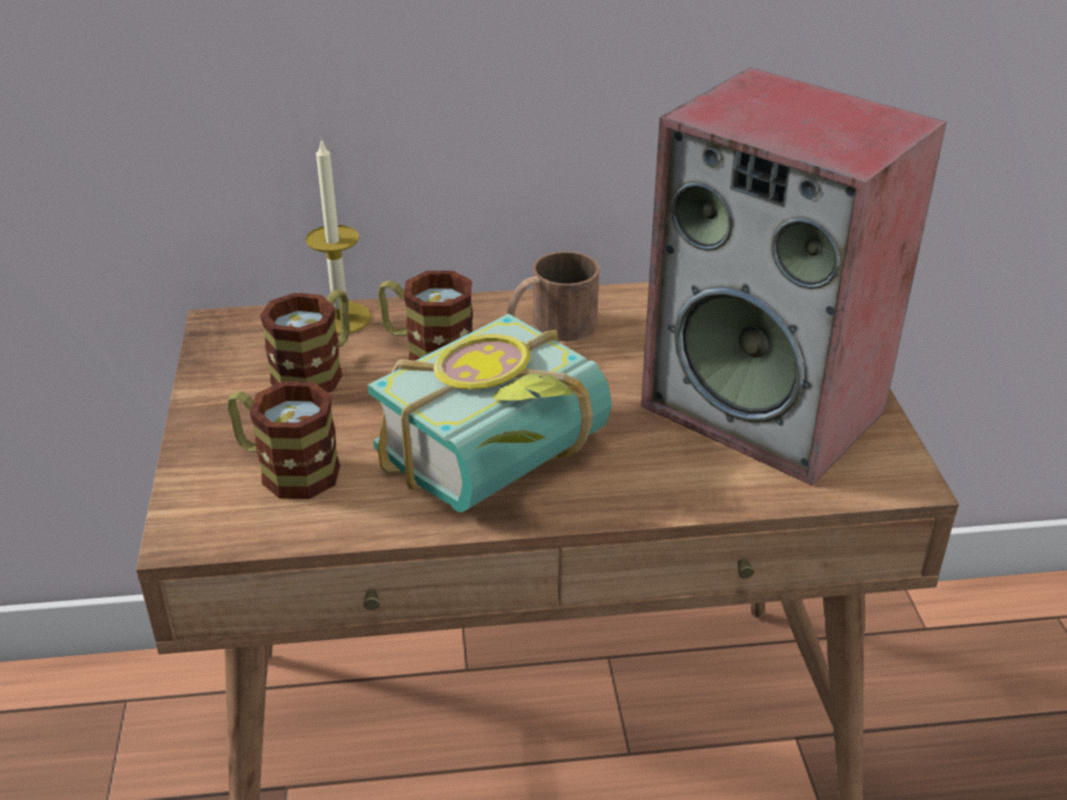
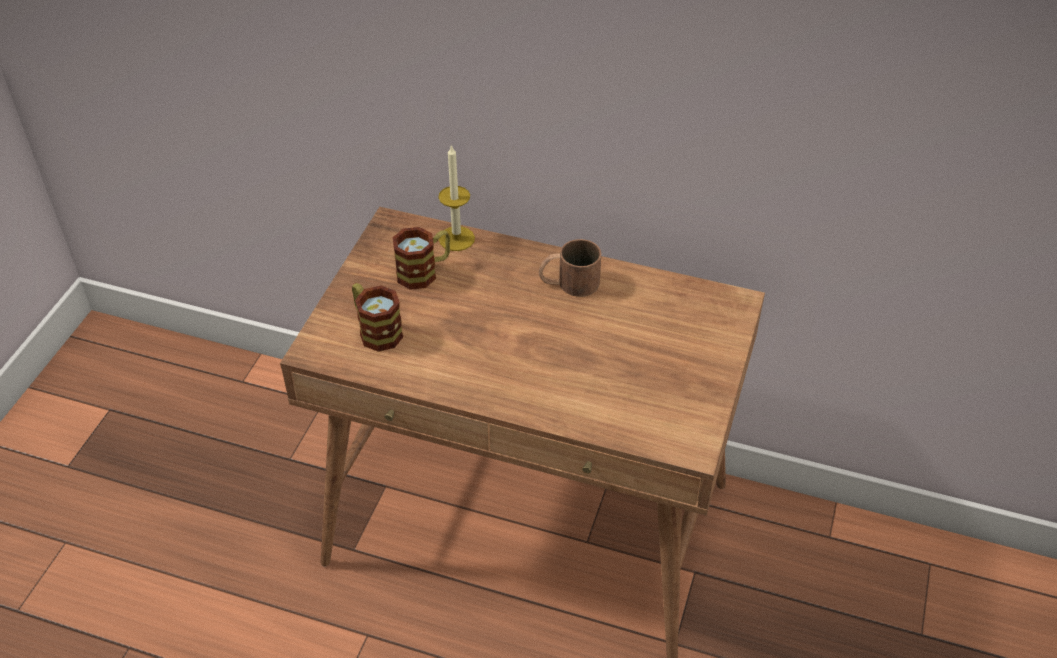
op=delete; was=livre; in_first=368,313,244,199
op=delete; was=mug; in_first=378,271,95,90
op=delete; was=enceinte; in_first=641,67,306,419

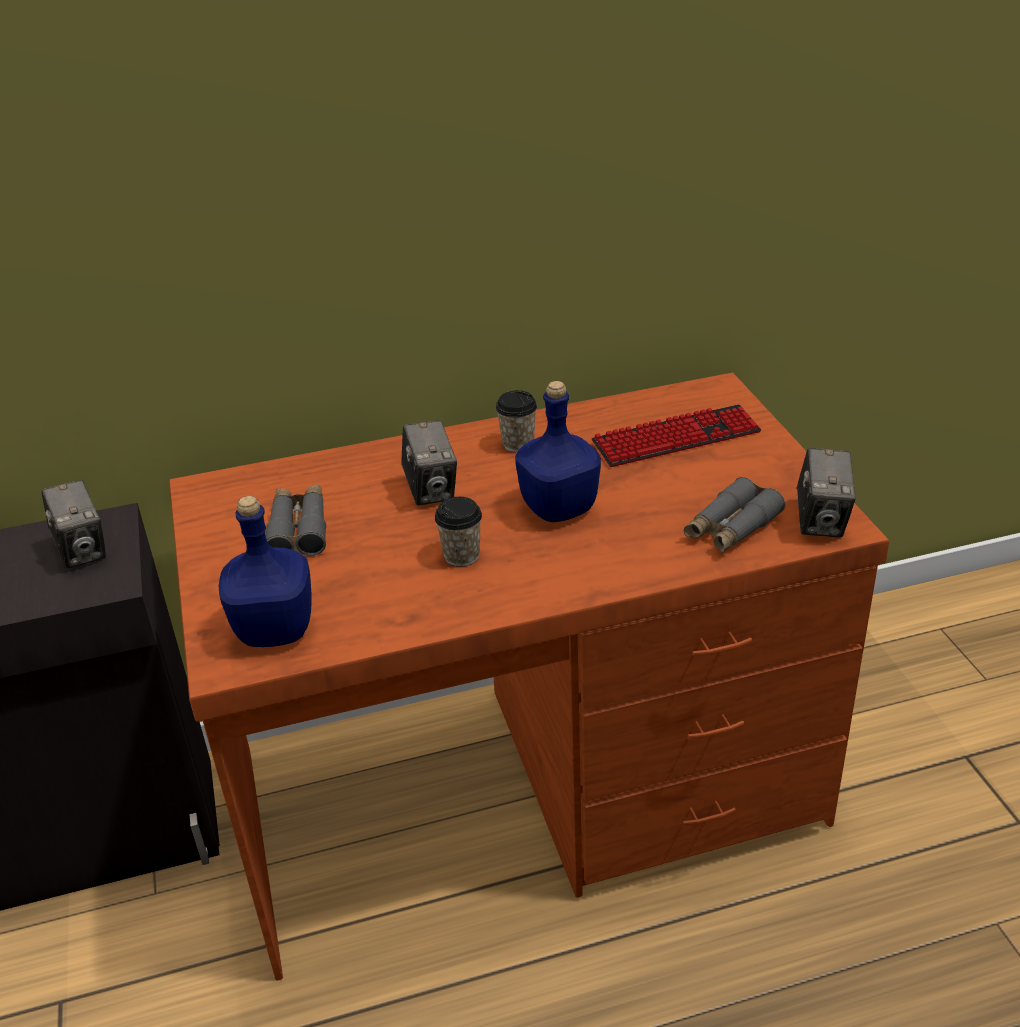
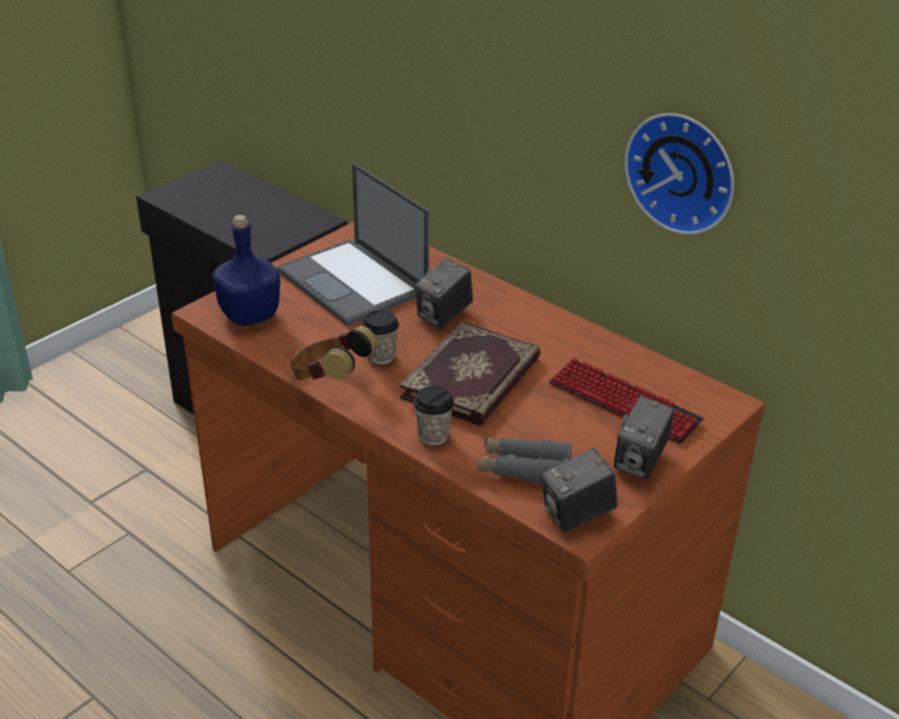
op=move; was=appareil photo; in_first=42,480,64,89; in_second=614,395,61,85
op=replace; was=jumelles/gris; now=ordinateur portable; in_first=266,484,60,72; in_second=277,163,152,163
op=move; was=tasse; in_first=496,390,41,62; in_second=414,385,40,60
op=replace; was=bouteille/bleu; now=livre; in_first=515,381,86,141; in_second=400,321,141,105
op=insert; now=casque audio; in_second=289,326,88,54
op=insert; now=horloge murale; in_second=624,113,110,122

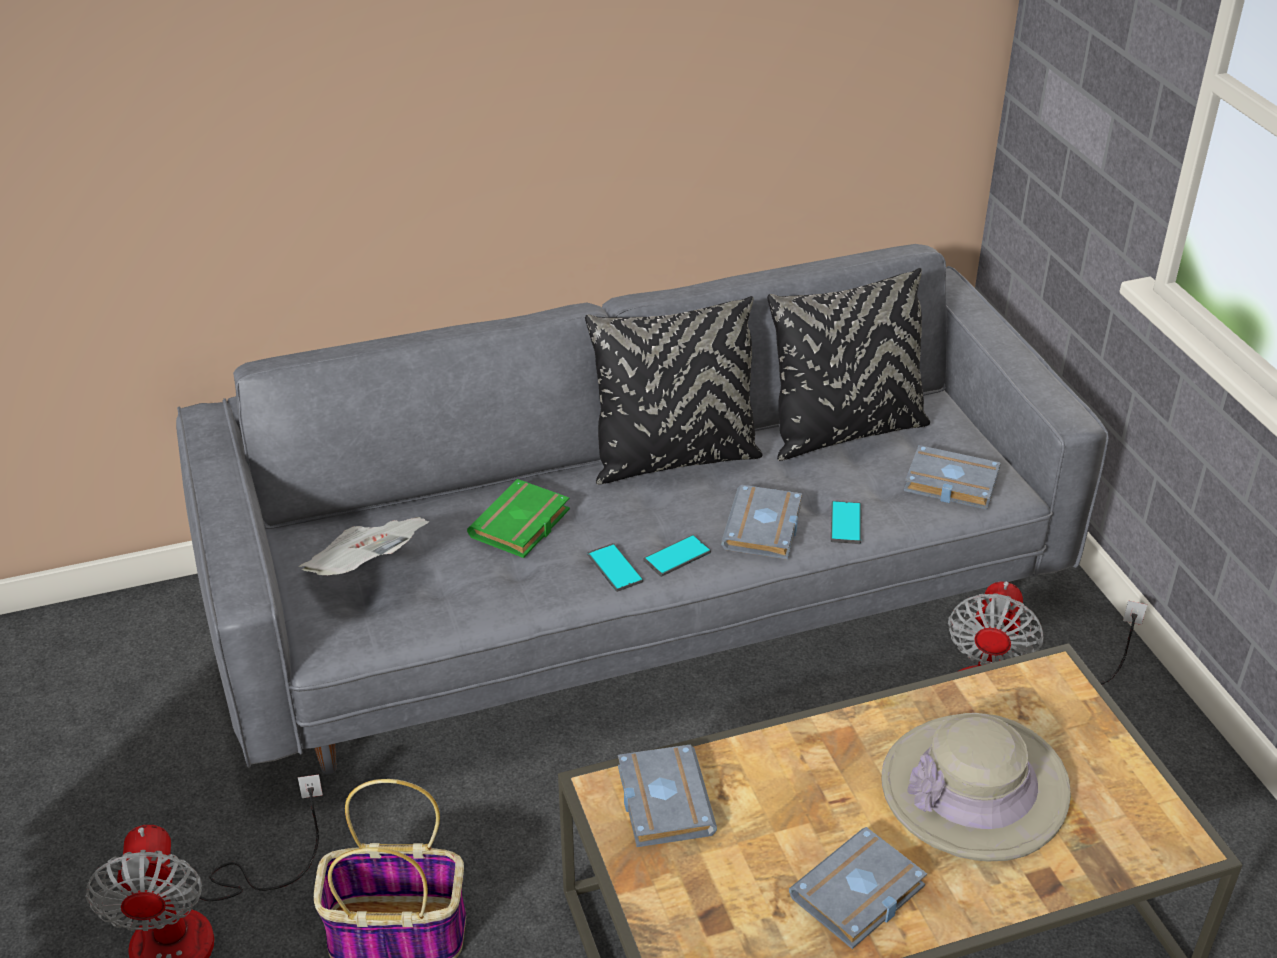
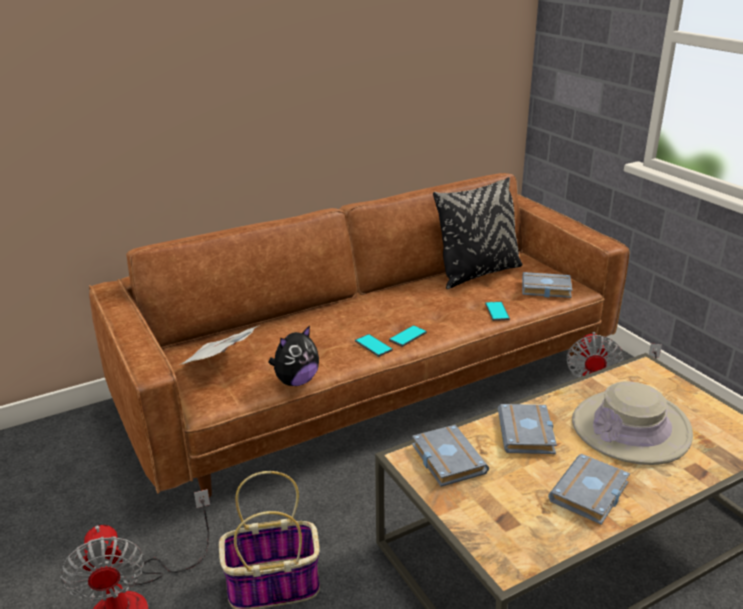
op=recolor; was=canapé/gris; now=canapé/marron; in_first=176,244,933,531; in_second=89,173,541,325
op=delete; was=livre/vert; in_first=467,479,103,79
op=delete; was=coussin/noir; in_first=585,296,178,189
op=move; was=livre/gris; in_first=721,485,81,75; in_second=498,404,59,50
op=insert; now=peluche; in_second=268,325,51,61

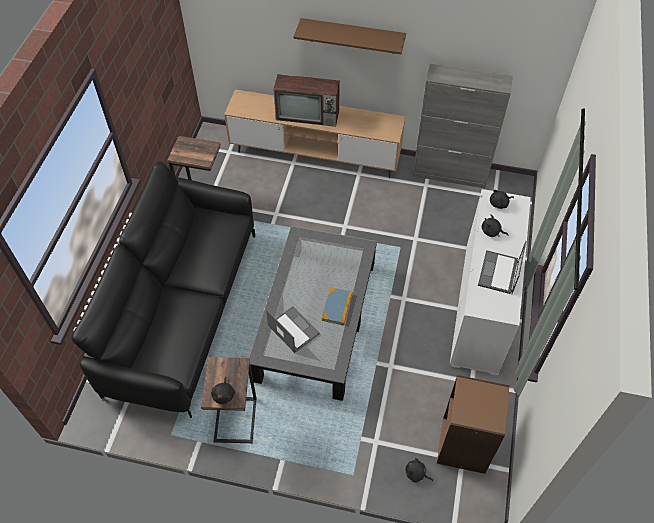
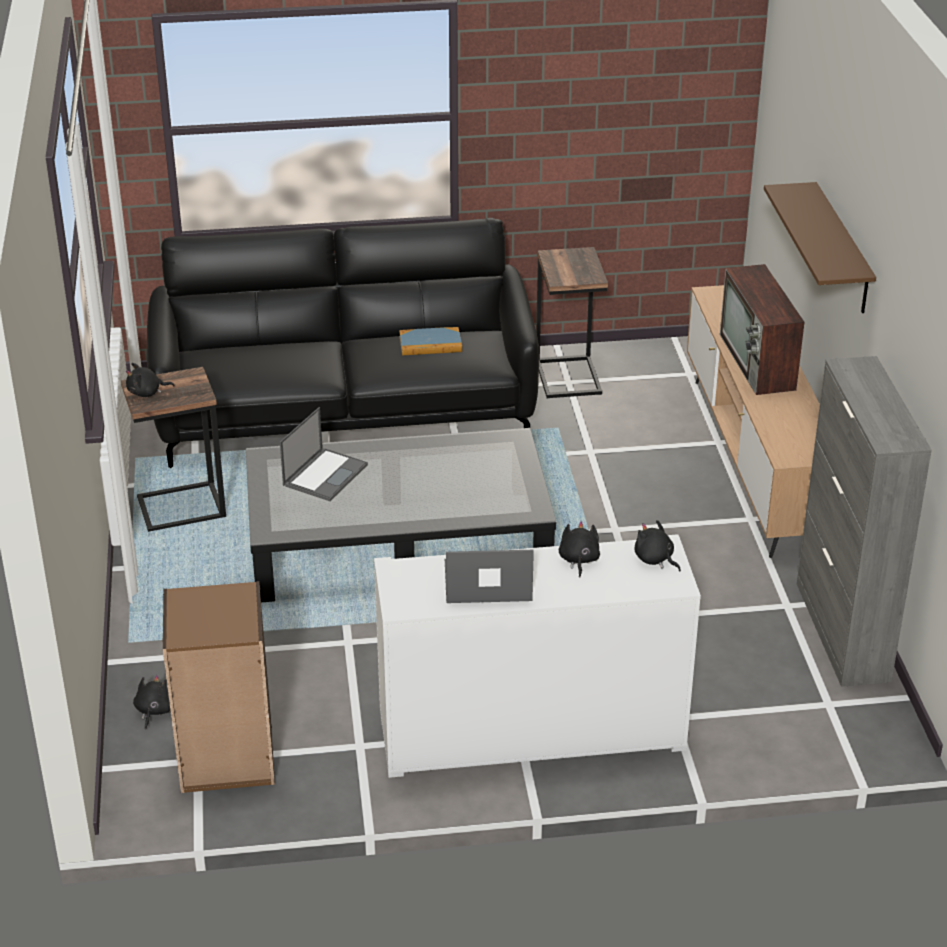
op=move; was=livre; in_first=321,287,32,38; in_second=399,327,63,28

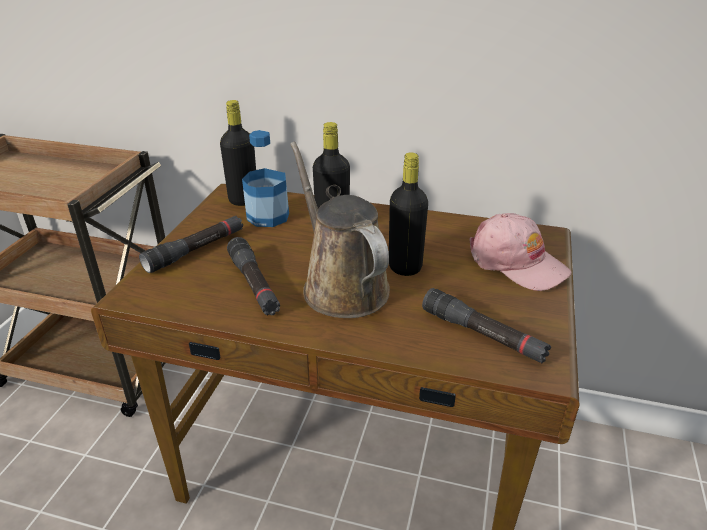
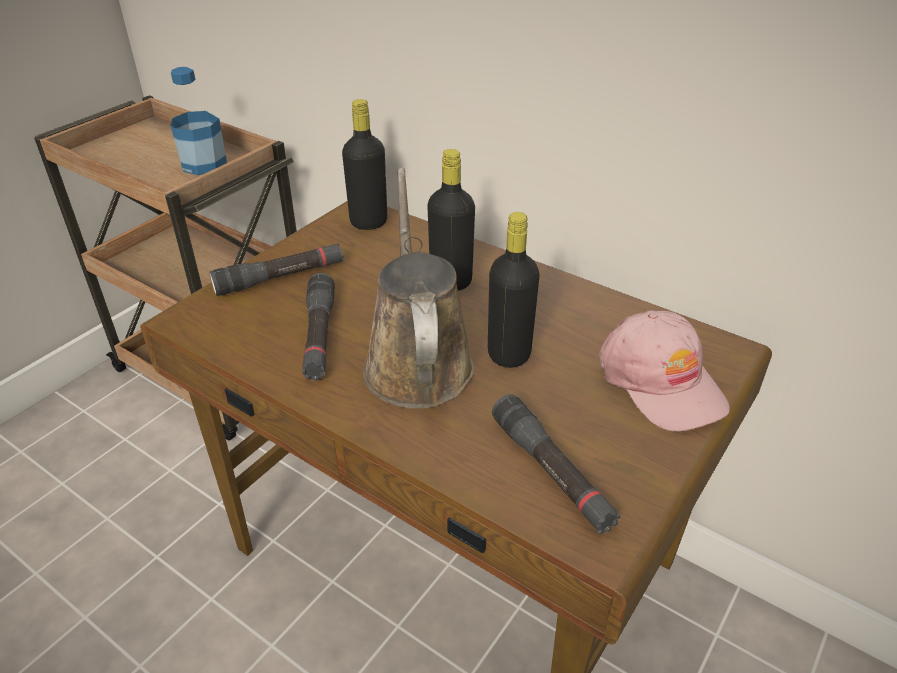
op=move; was=bouteille; in_first=242,130,47,97; in_second=171,67,56,108

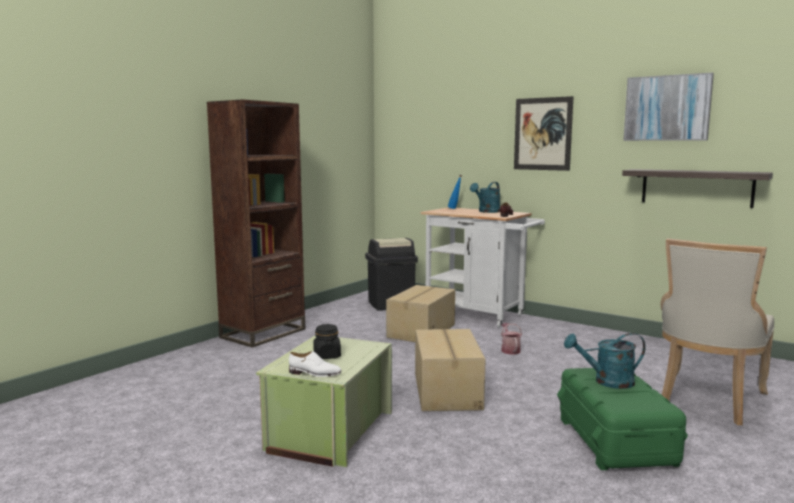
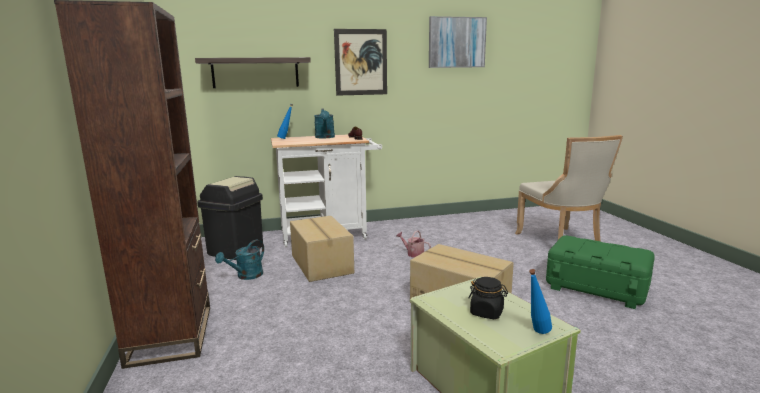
op=replace; was=chaussure/blanc; now=bouteille/bleu; in_first=289,351,53,26; in_second=529,269,23,65
op=move; was=arrosoir/turquoise; in_first=564,333,82,56; in_second=215,240,49,40
op=move; was=étagère; in_first=622,169,151,39; in_second=195,57,116,31

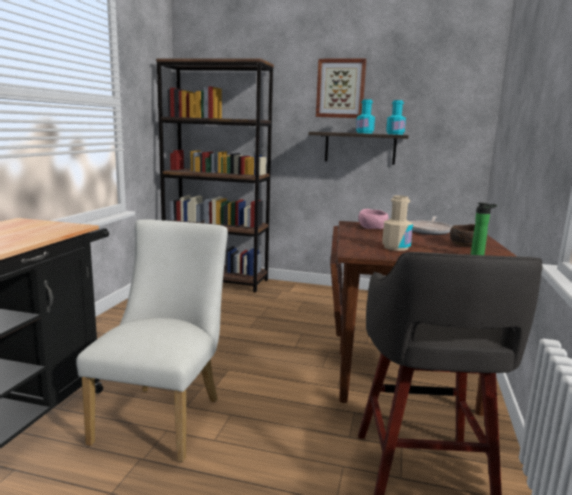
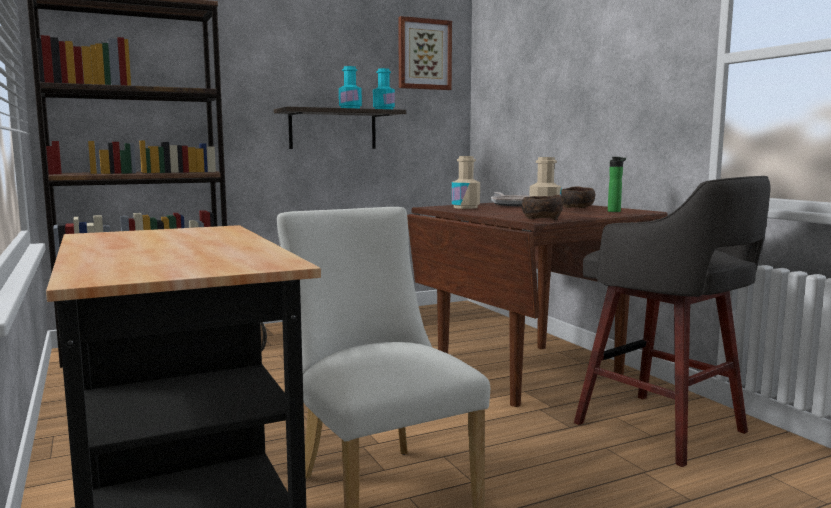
op=move; was=tableau; in_first=316,59,50,59; in_second=398,16,54,74
op=replace; was=bol/rose; now=bouteille/beige; in_first=358,209,31,20; in_second=452,156,28,53
op=insert; now=bol/marron; in_second=522,195,41,25

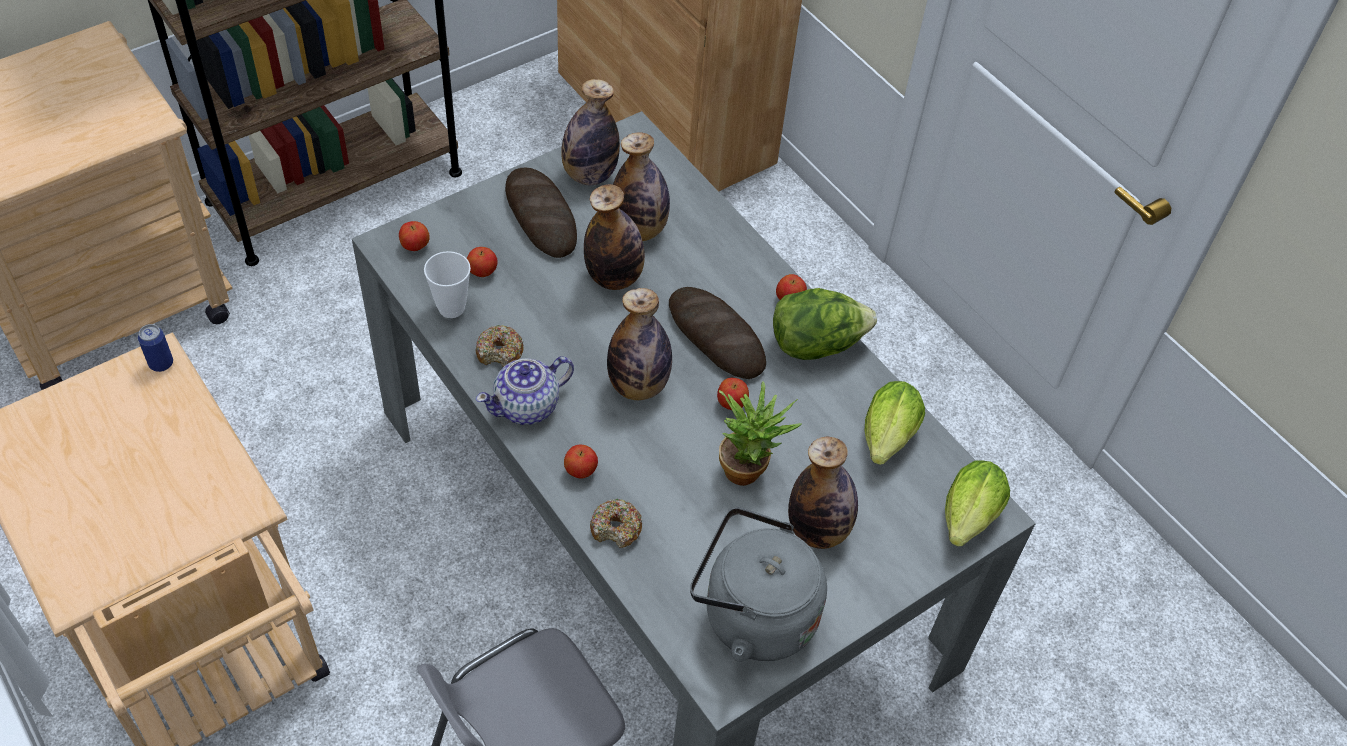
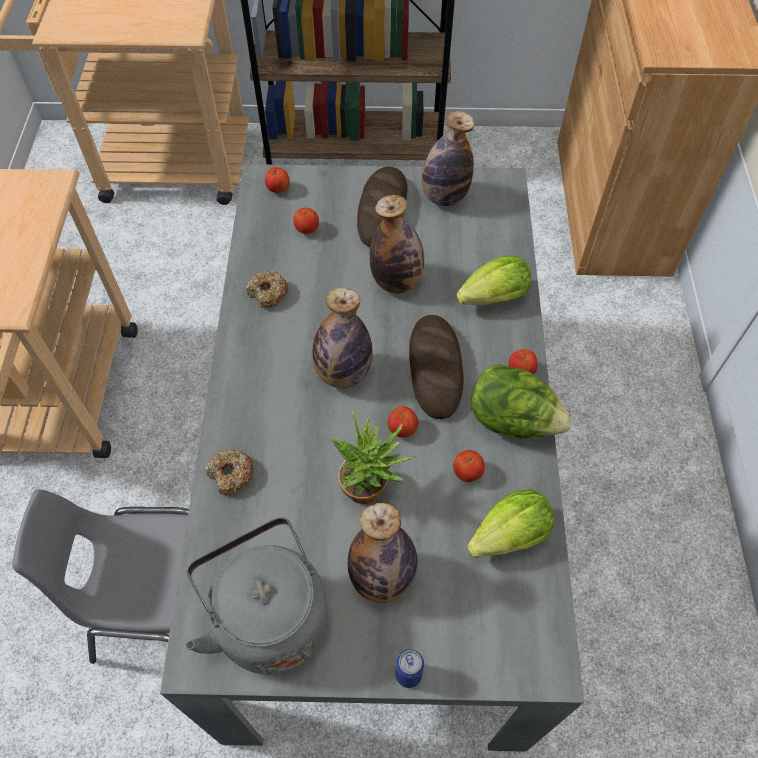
op=move; was=boîte métallique; in_first=138,324,35,48; in_second=395,649,29,39
op=delete; was=tasse; in_first=424,251,47,67
op=delete; was=théière; in_first=476,356,98,69
op=move; was=pomme; in_first=564,445,34,34; in_second=453,450,32,32
op=delete; was=bouteille; in_first=613,132,57,109
op=move; was=laitue; in_first=945,460,65,86; in_second=456,255,75,51

